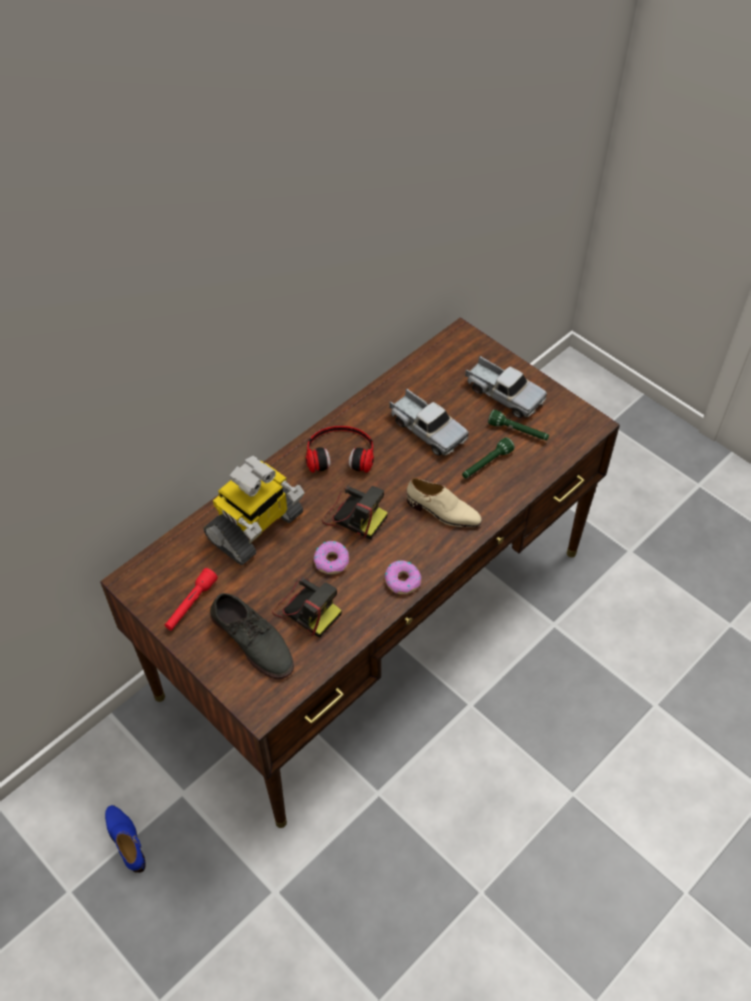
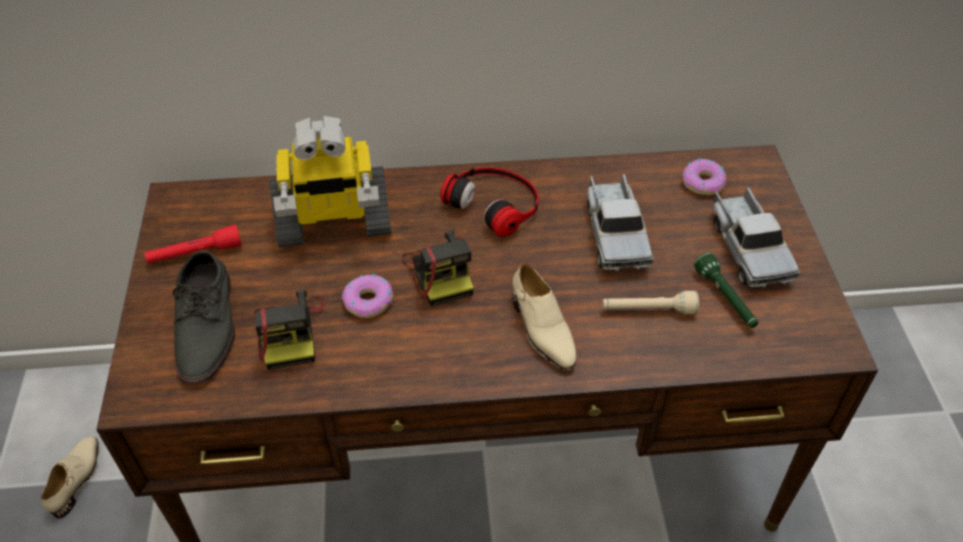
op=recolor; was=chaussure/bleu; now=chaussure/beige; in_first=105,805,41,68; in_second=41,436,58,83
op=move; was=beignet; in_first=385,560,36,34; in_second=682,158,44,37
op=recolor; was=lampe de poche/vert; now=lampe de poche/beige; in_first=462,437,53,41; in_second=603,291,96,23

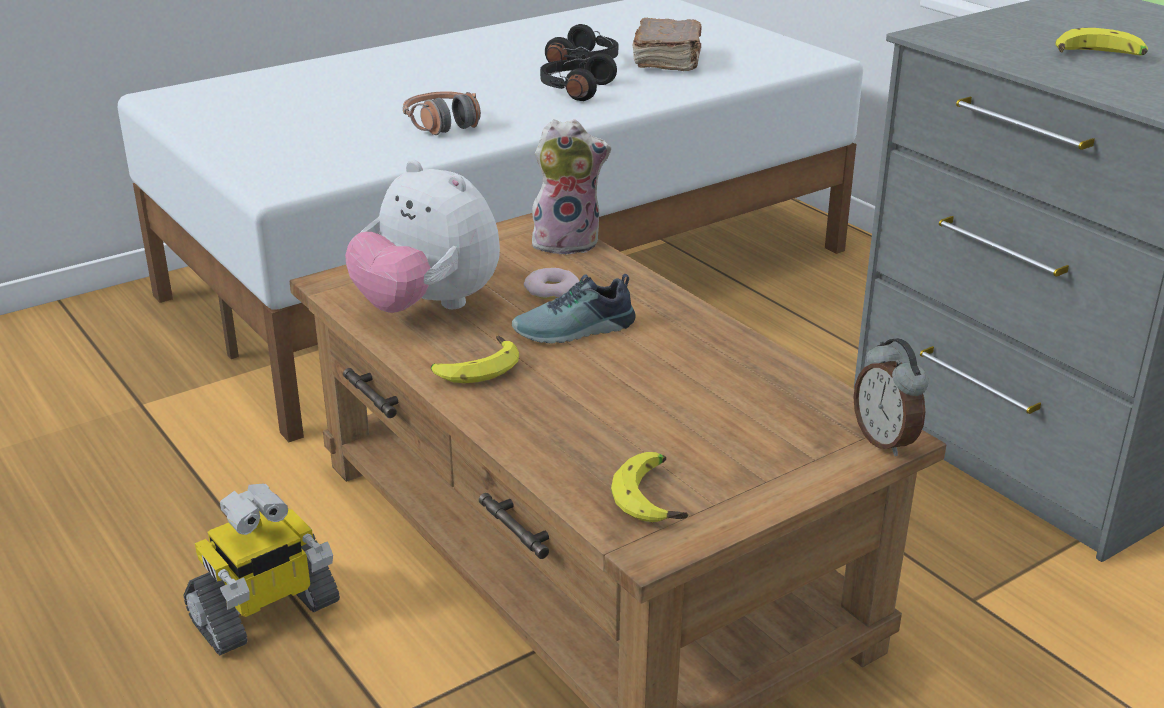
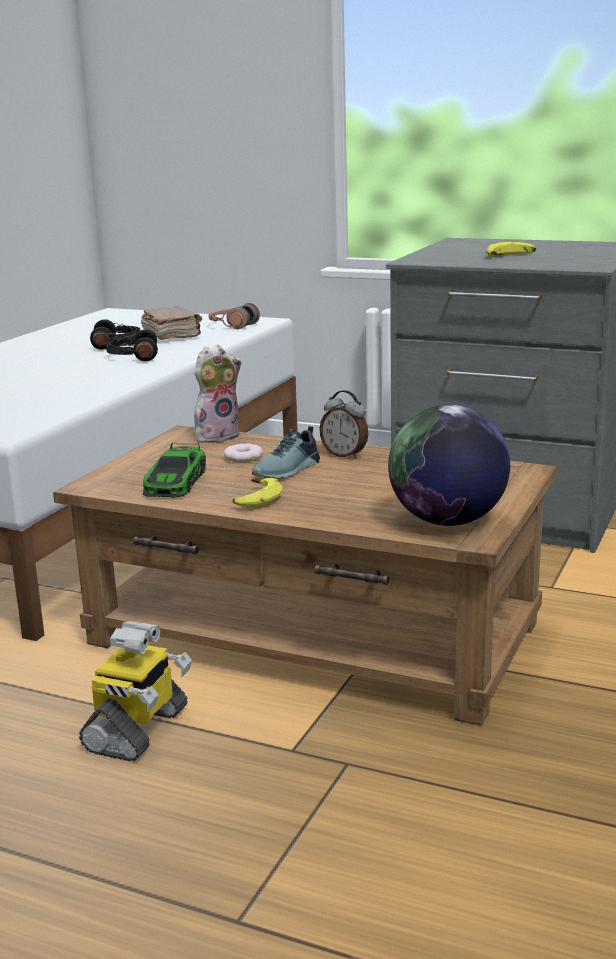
op=replace; was=peluche; now=petite voiture; in_first=345,160,155,153; in_second=143,443,63,55
op=move; was=casque audio; in_first=403,91,78,44; in_second=208,303,52,26
op=replace; was=banane; now=globe; in_first=611,452,77,70; in_second=388,405,122,121
op=move; was=réveil; in_first=854,338,74,118; in_second=319,390,49,69

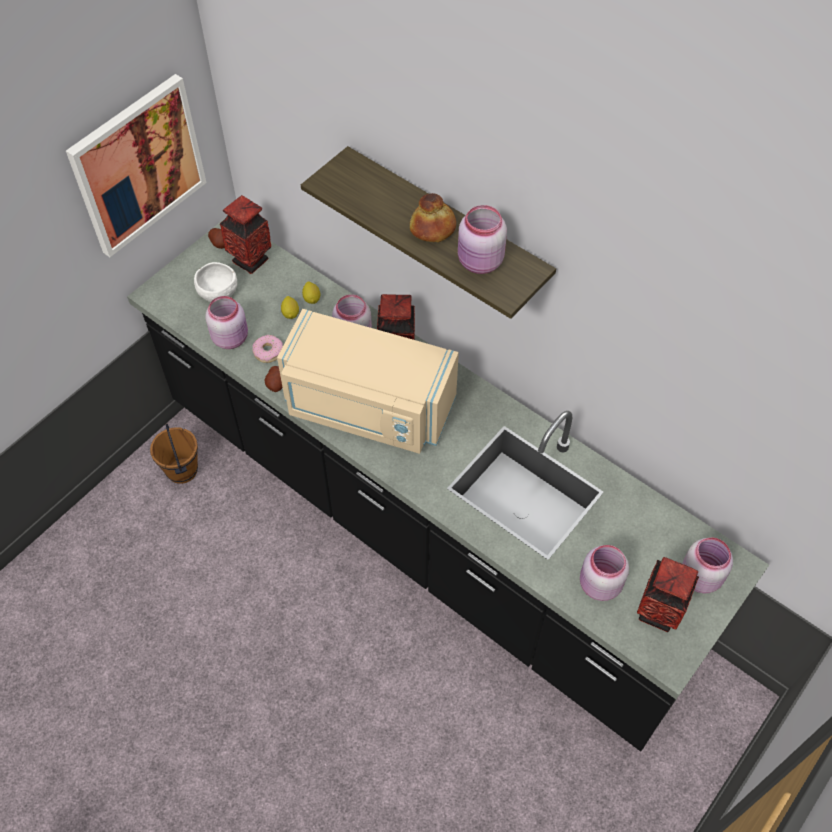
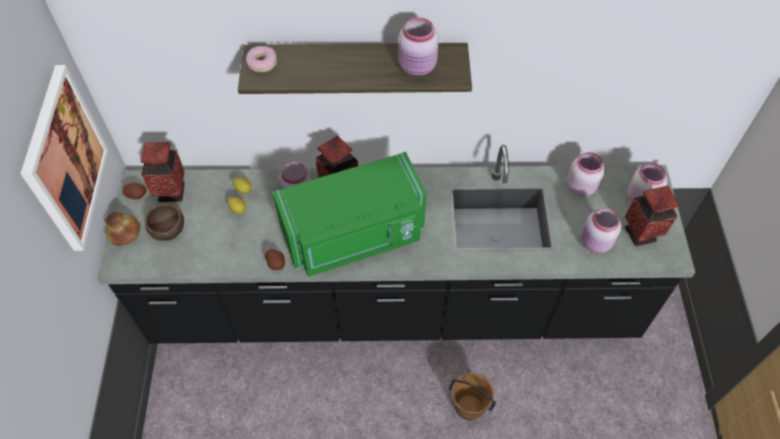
op=move; was=seau/marron; in_first=150,423,48,61; in_second=449,373,47,48
op=recolor; was=bol/blanc; now=bol/marron; in_first=194,262,43,40; in_second=145,204,39,37
op=move; was=bocal/rose; in_first=205,296,43,53; in_second=567,152,38,45
op=move; was=beignet; in_first=252,335,31,28; in_second=246,46,31,26
op=recolor; was=micro-ondes/beige; now=micro-ondes/vert; in_first=277,309,182,145; in_second=272,152,155,124
op=move; was=pain; in_first=410,193,46,49; in_second=105,212,35,34

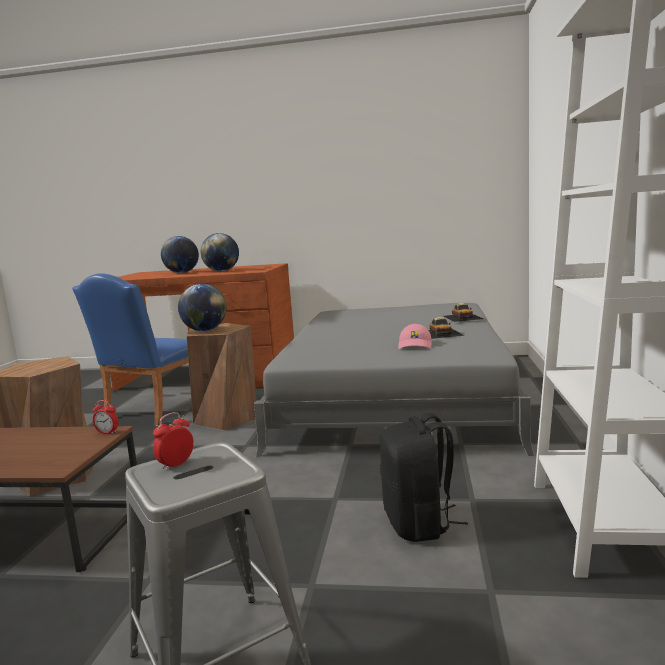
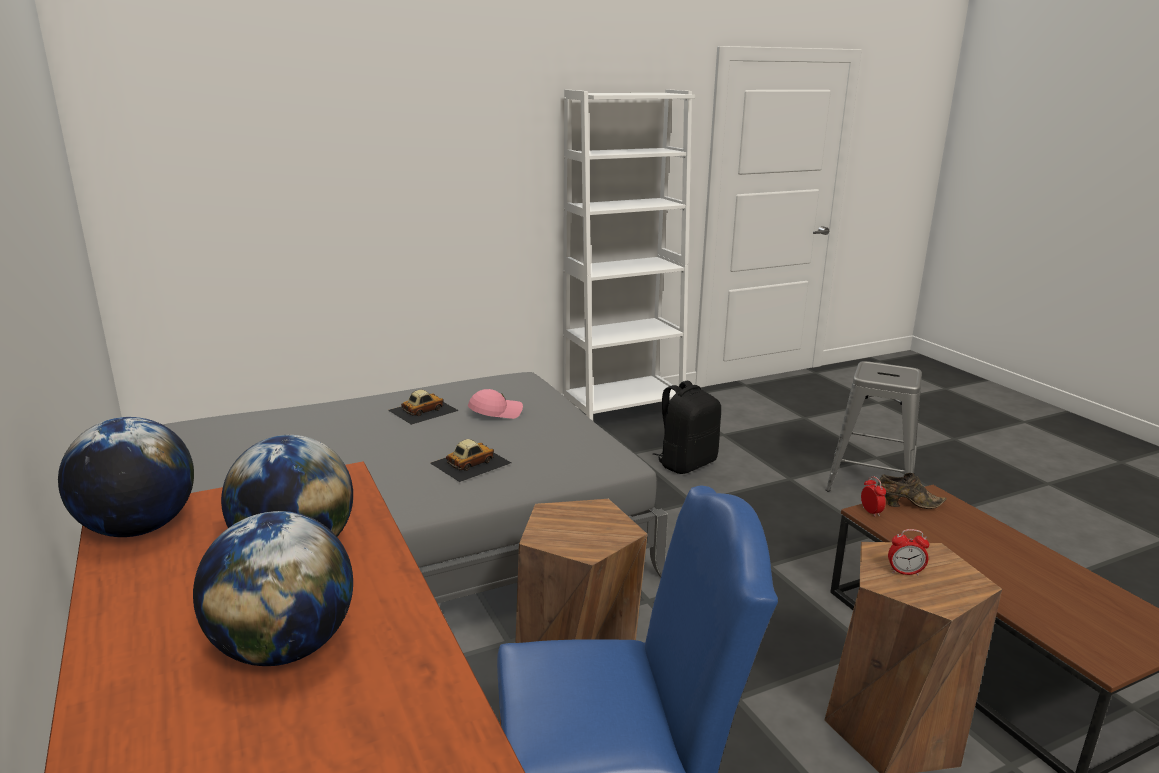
op=move; was=réveil; in_first=153,412,41,59; in_second=888,529,41,46
op=move; was=globe; in_first=178,284,49,47; in_second=58,417,136,120
op=move; was=petite voiture; in_first=443,303,41,19; in_second=430,439,81,43
op=insert; now=chaussure/marron; in_second=877,473,70,36

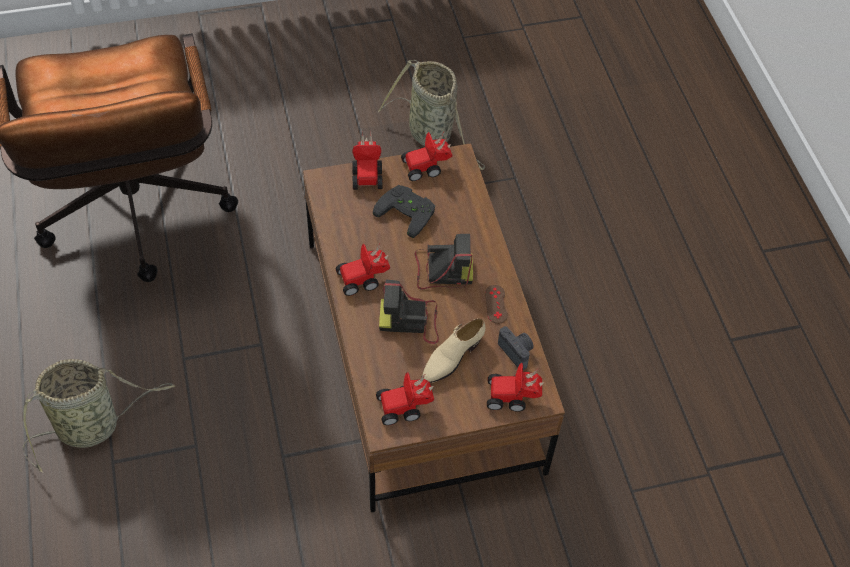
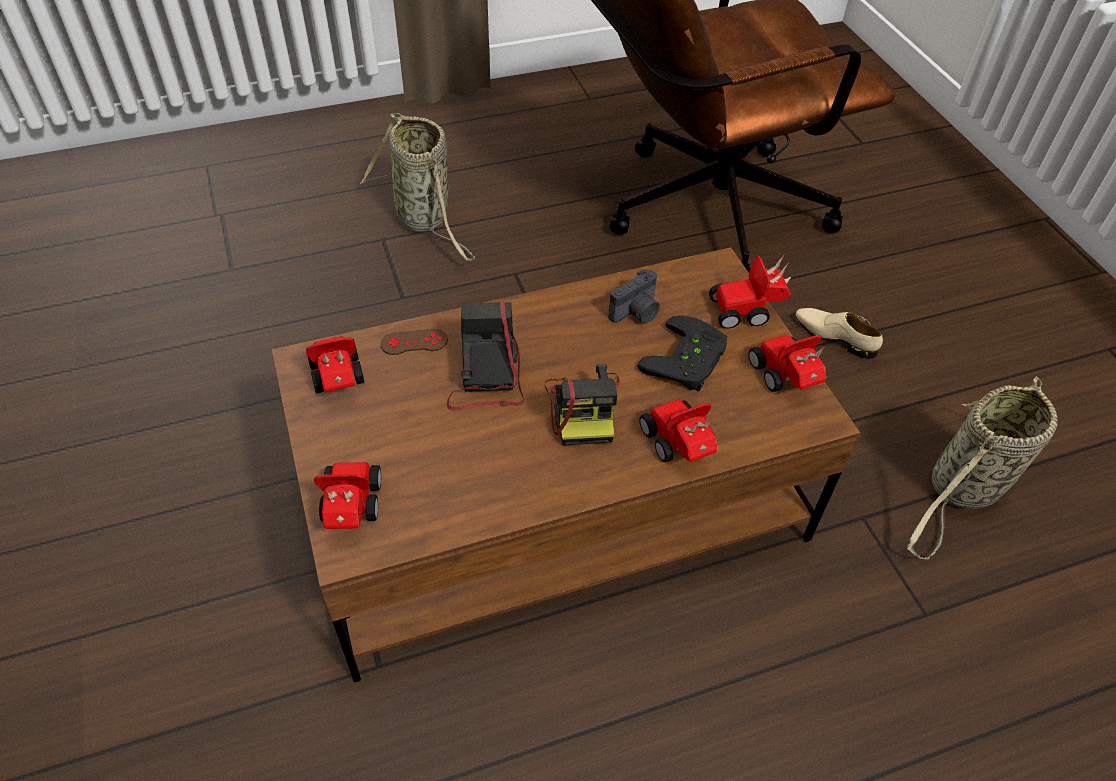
op=move; was=petite voiture; in_first=335,242,55,54; in_second=639,399,78,64
op=move; was=chaussure/beige; in_first=422,318,63,65; in_second=795,308,88,51
op=move; was=manette/marron; in_first=485,285,23,39; in_second=380,329,68,26
op=move; was=appareil photo; in_first=498,326,36,44; in_second=608,269,52,55

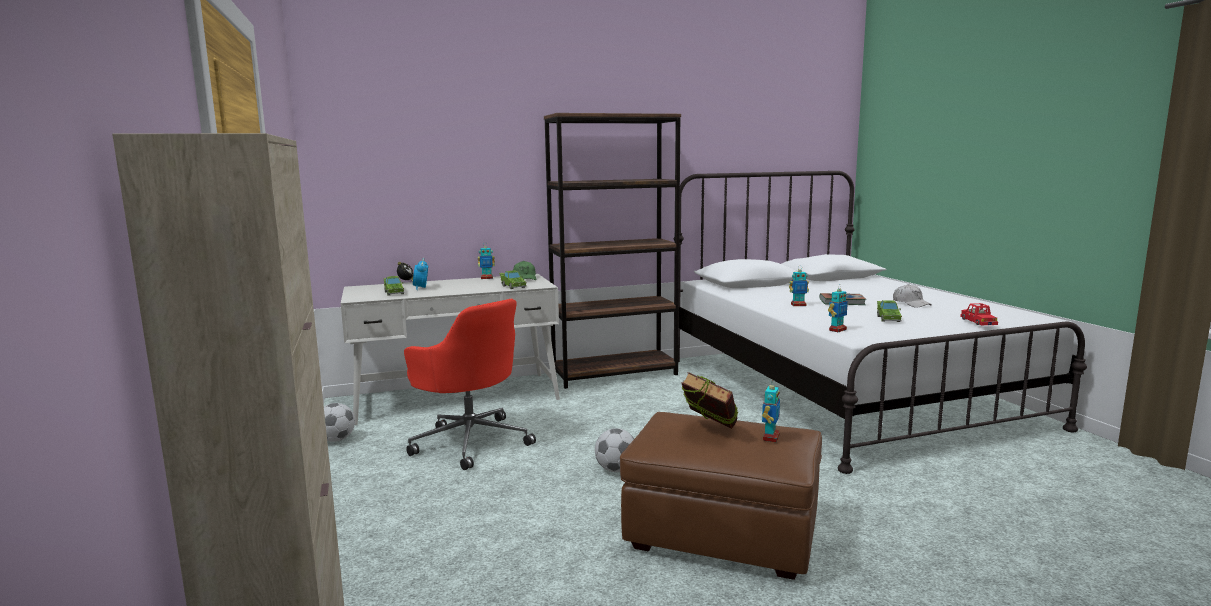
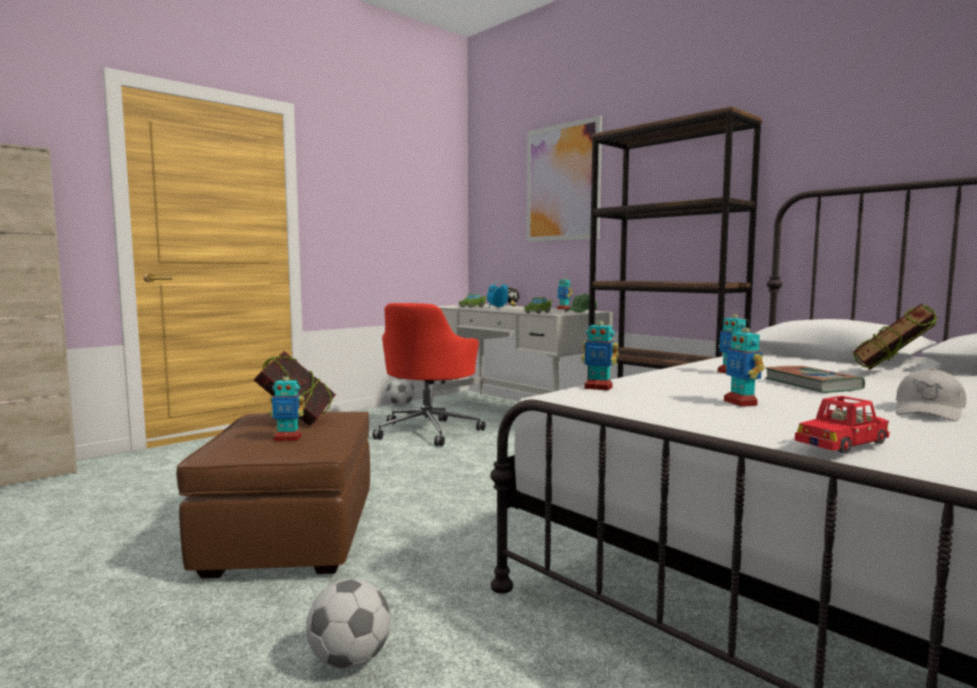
op=move; was=ballon de foot; in_first=595,428,39,44; in_second=306,579,85,90
op=replace; was=petite voiture/vert; now=robot jouet; in_first=877,300,25,22; in_second=724,319,41,88
op=insert; now=tableau; in_second=527,115,75,127
op=insert; now=livre; in_second=853,303,84,67

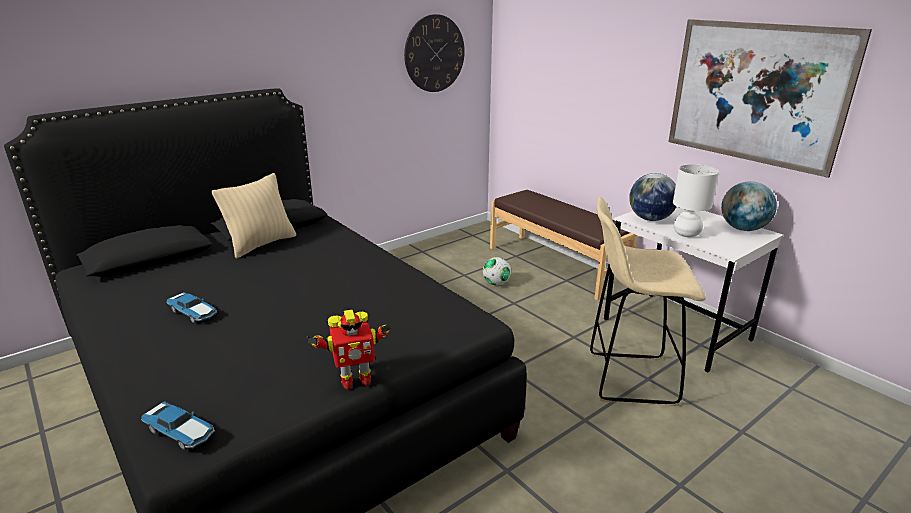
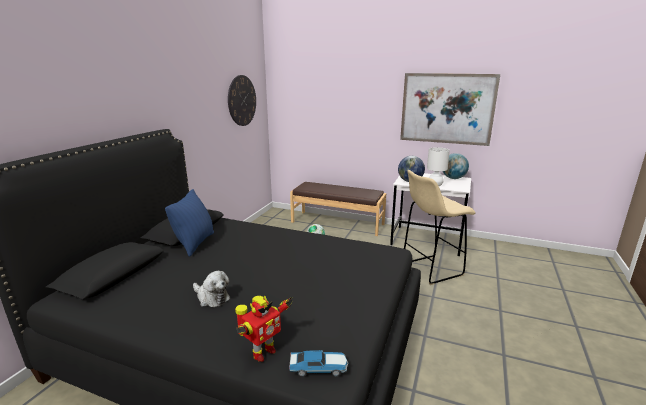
op=replace; was=petite voiture; now=peluche; in_first=166,292,51,31; in_second=193,271,37,36
op=recolor; was=coussin/beige; now=coussin/bleu; in_first=212,173,84,86; in_second=165,189,49,68
op=move; was=robot jouet; in_first=306,310,86,80; in_second=235,296,58,66

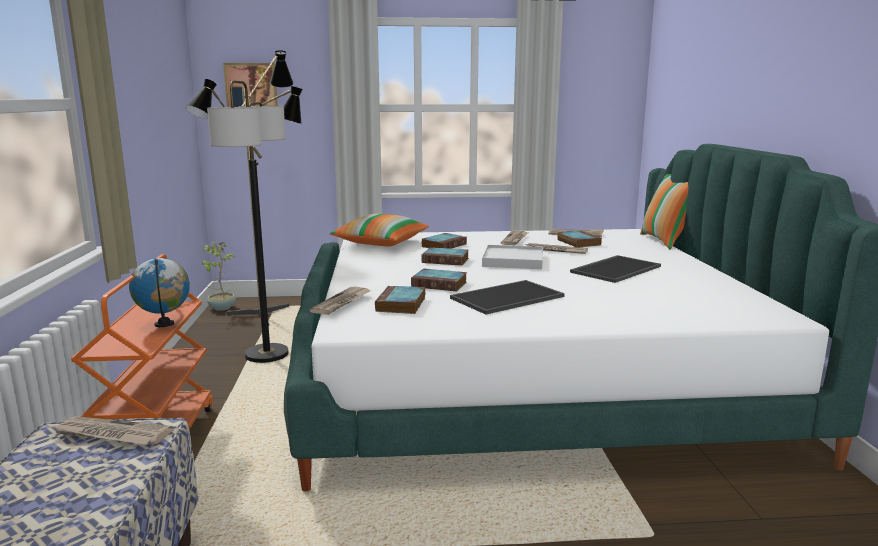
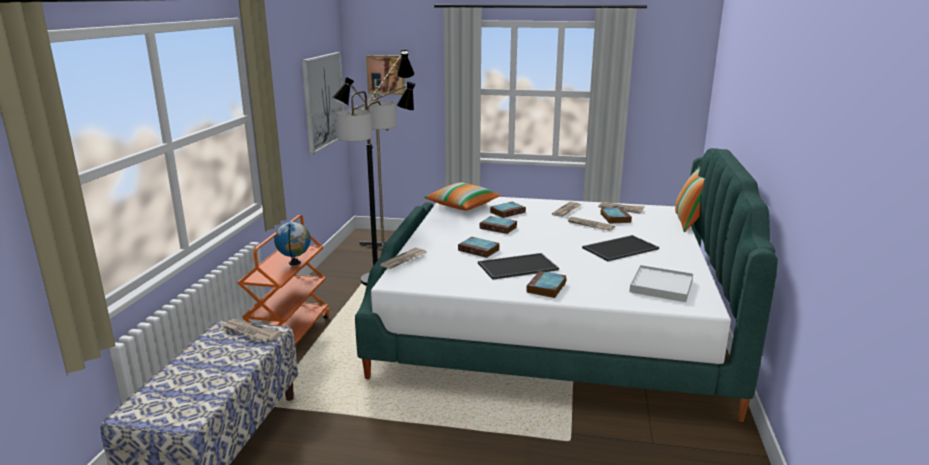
op=delete; was=plante en pot; in_first=202,242,34,69
op=move; was=livre; in_first=375,286,51,28; in_second=527,271,40,27
op=move; was=plateau/blanc; in_first=482,245,61,24; in_second=629,265,64,37
op=insert; now=tableau; in_second=302,52,42,102

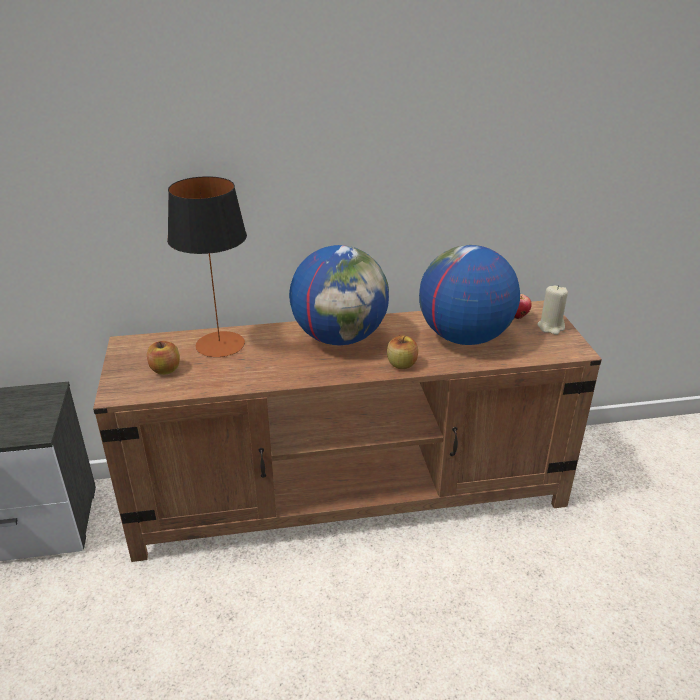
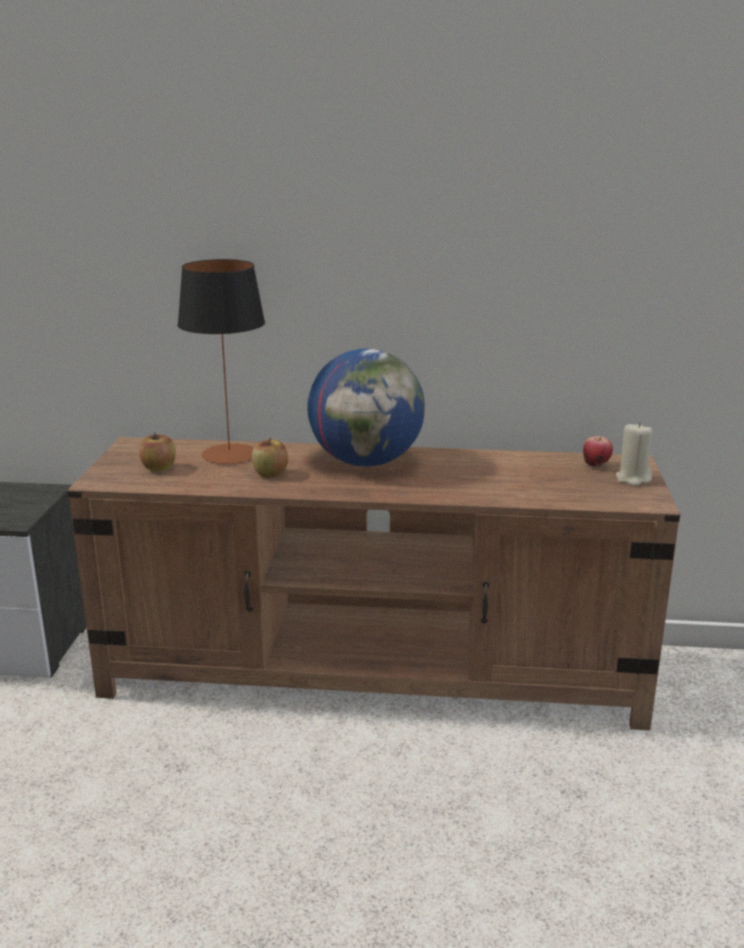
op=move; was=pomme; in_first=387,335,31,34; in_second=252,437,36,41
op=delete; was=globe; in_first=419,245,101,100

